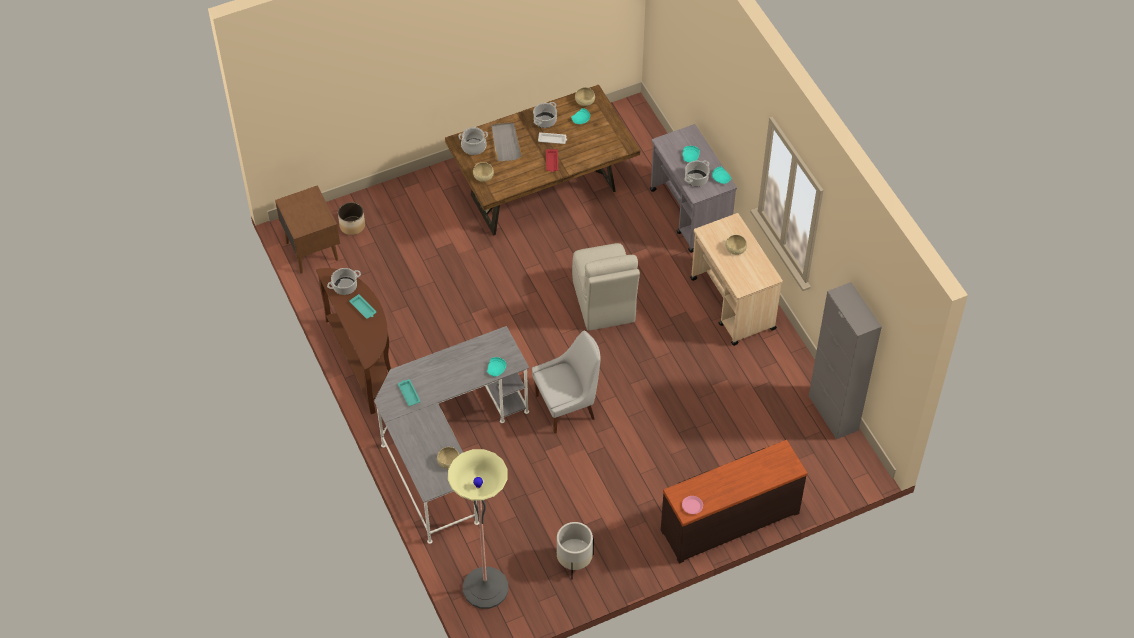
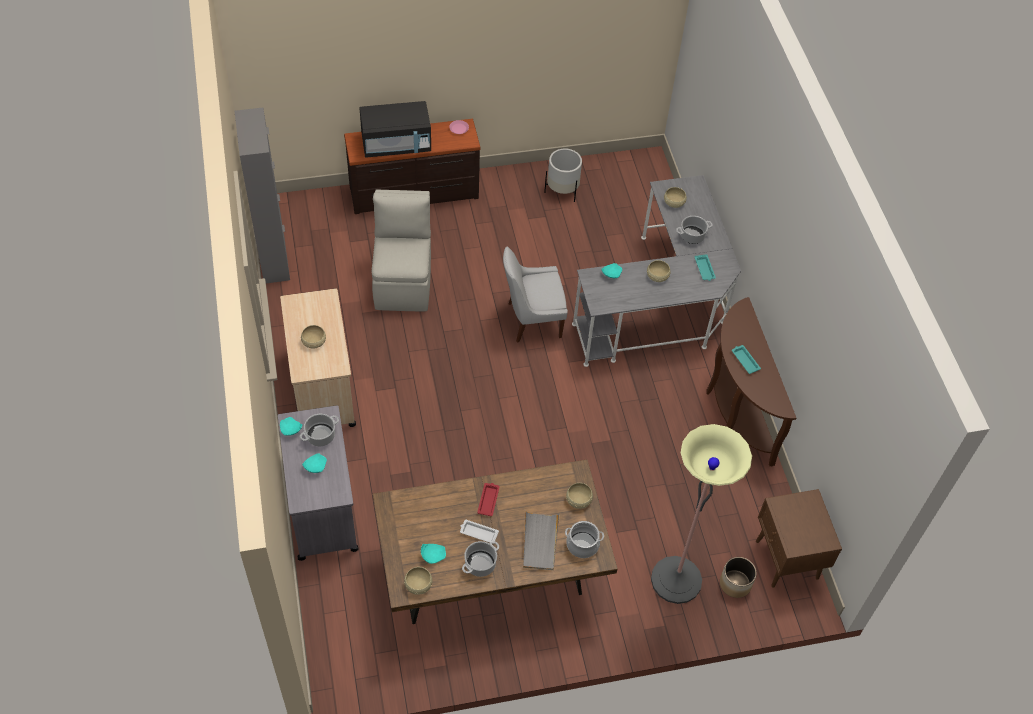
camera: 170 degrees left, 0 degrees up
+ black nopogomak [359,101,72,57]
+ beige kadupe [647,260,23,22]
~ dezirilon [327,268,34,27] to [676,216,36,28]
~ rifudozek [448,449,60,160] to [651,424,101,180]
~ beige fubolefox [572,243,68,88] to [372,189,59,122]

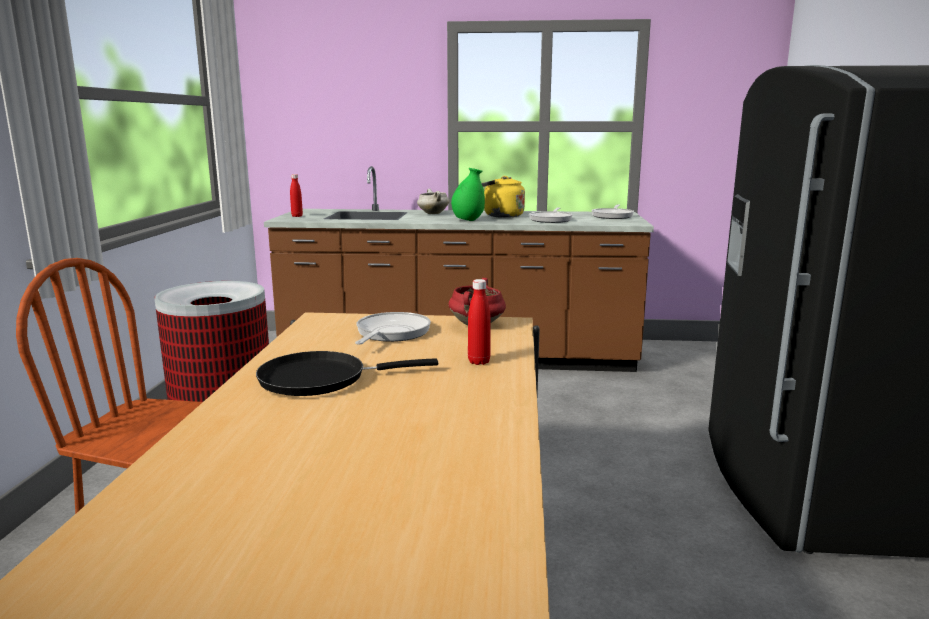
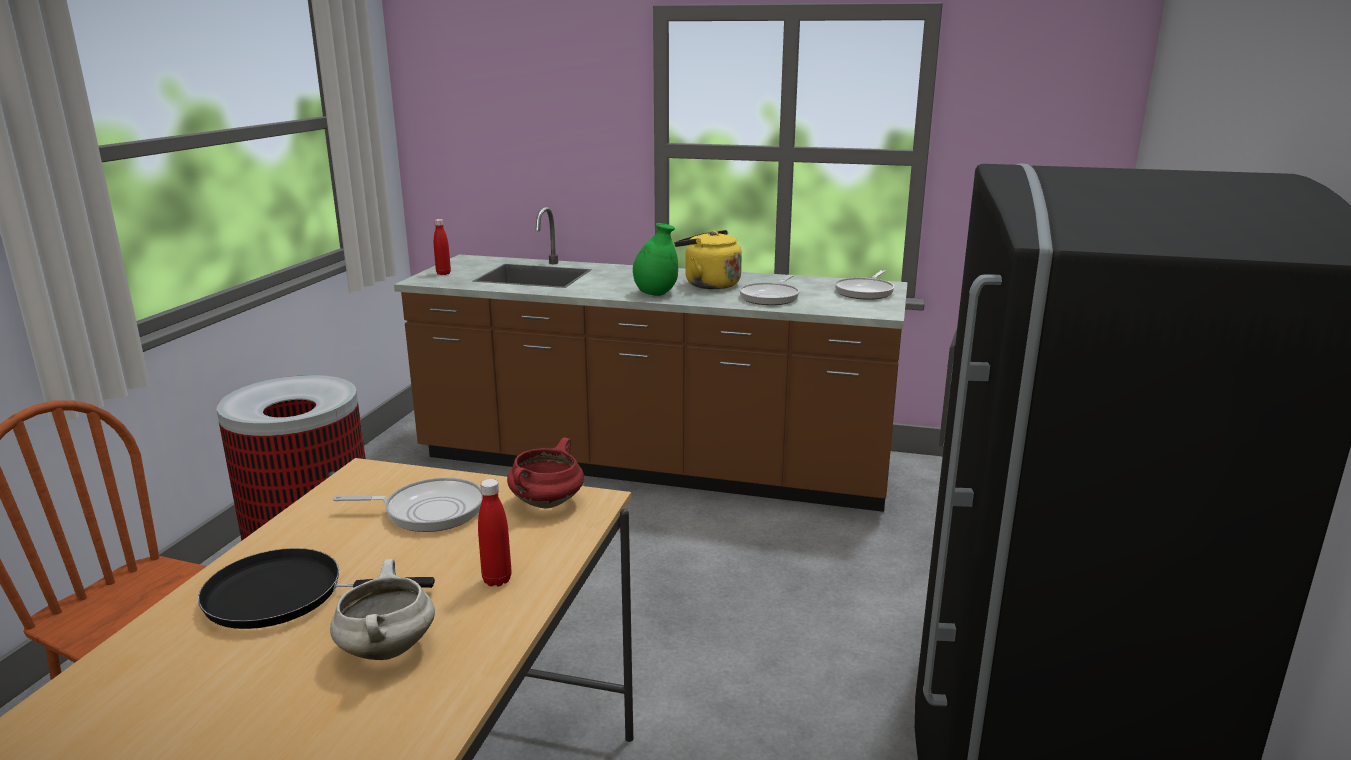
camera: 10 degrees right, 5 degrees up
~ white dezirilon [417,189,32,25] to [330,559,105,101]
~ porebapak [355,312,76,33] = [333,477,150,55] 60 degrees clockwise

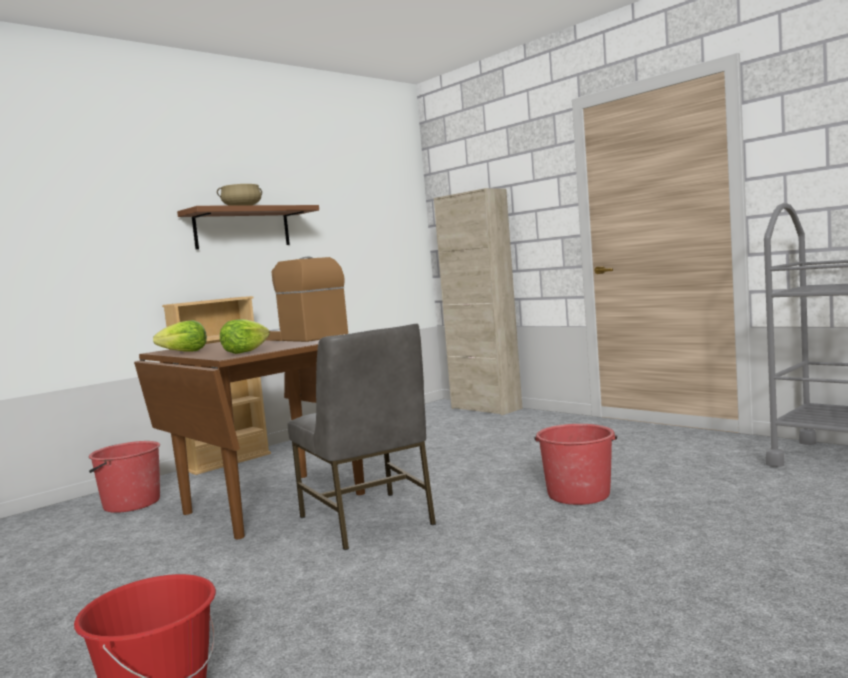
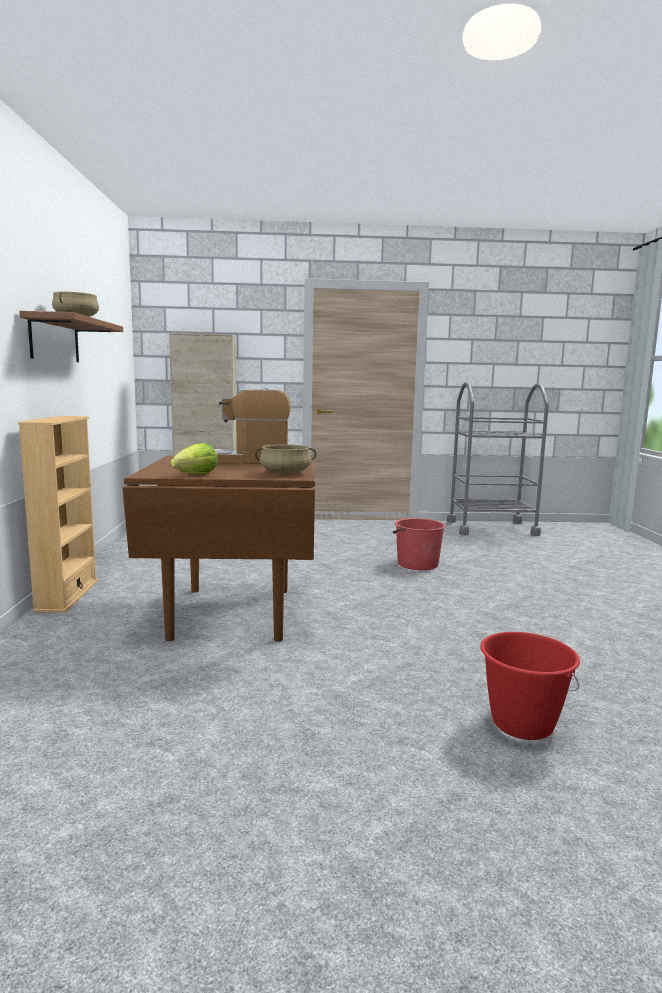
camera: 50 degrees left, 5 degrees up
- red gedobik [89,441,71,72]
- grey fubolefox [288,324,148,226]
~ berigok [220,319,50,35] to beige dezirilon [255,444,61,30]

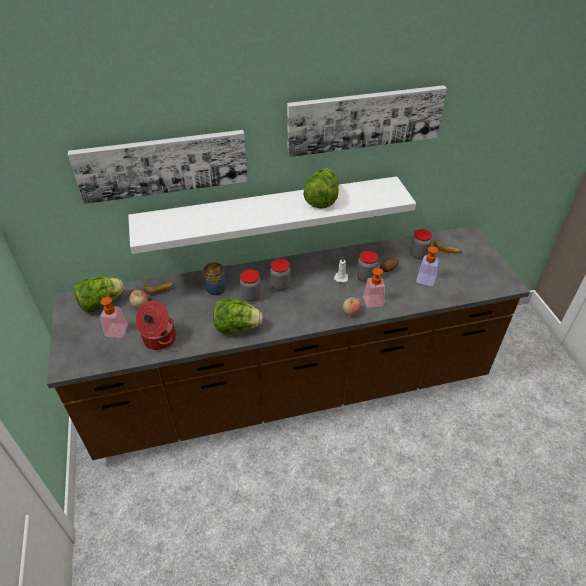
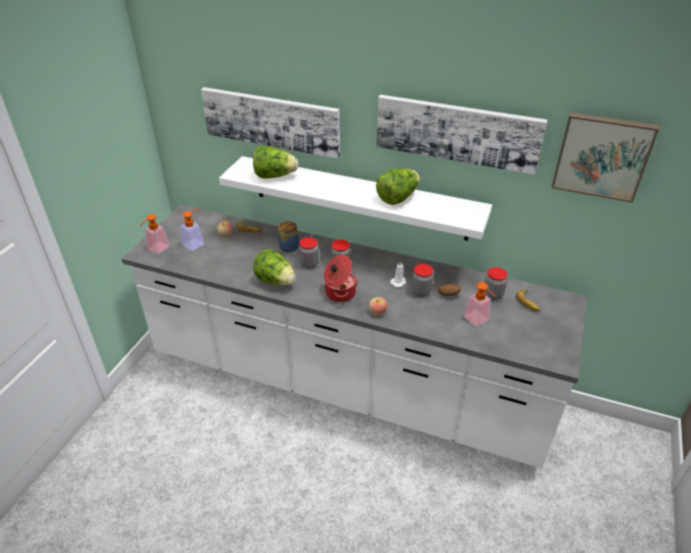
camera: 35 degrees right, 5 degrees down
+ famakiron [551,112,108,91]
~ berigok [74,277,50,35] to [253,146,45,33]
~ dezirilon [136,301,40,49] to [324,255,33,47]
~ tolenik [363,268,22,40] to [140,214,30,40]
~ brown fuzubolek [47,225,483,235] to white fuzubolek [121,204,466,265]

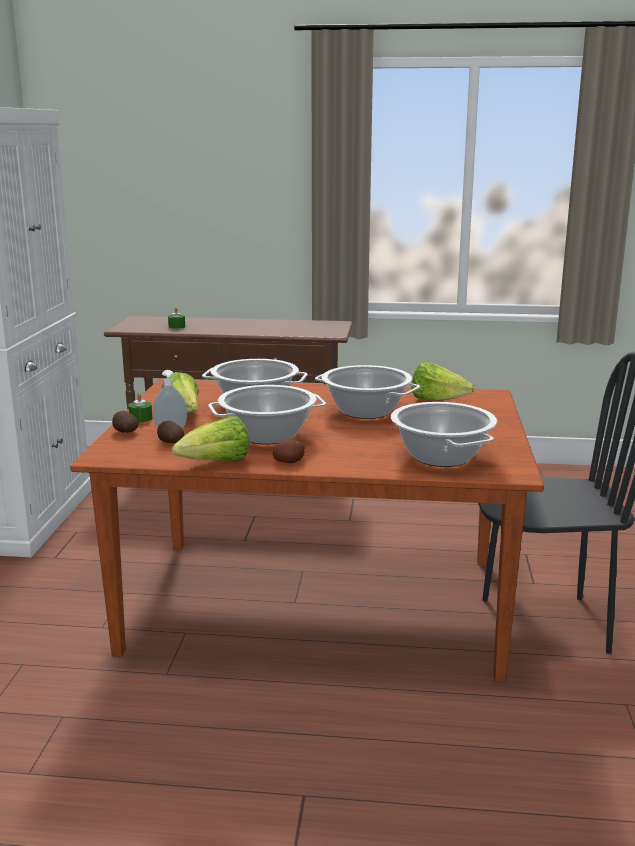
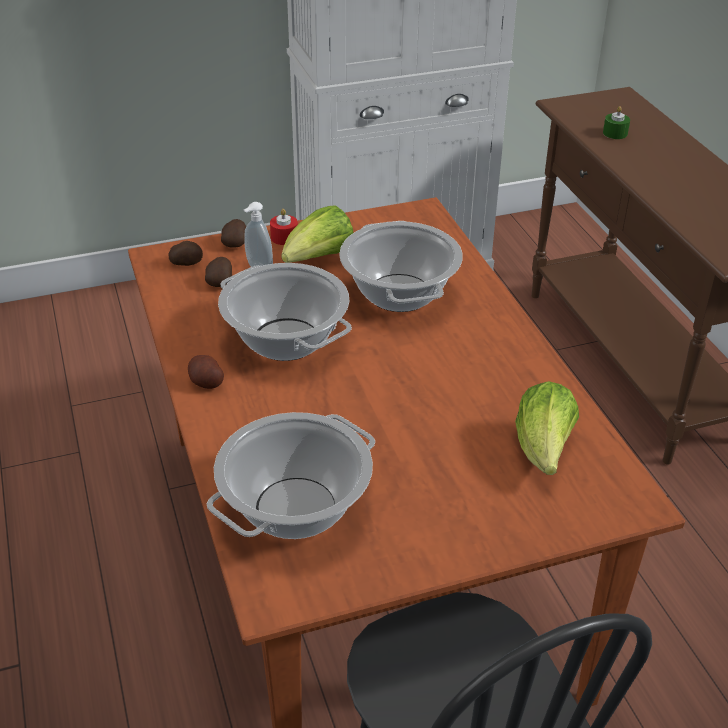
camera: 65 degrees right, 20 degrees up
- berigok [172,416,77,46]
- dezirilon [315,365,105,54]
+ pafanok [168,241,35,25]
~ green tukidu [128,393,25,30] to red tukidu [270,209,28,36]

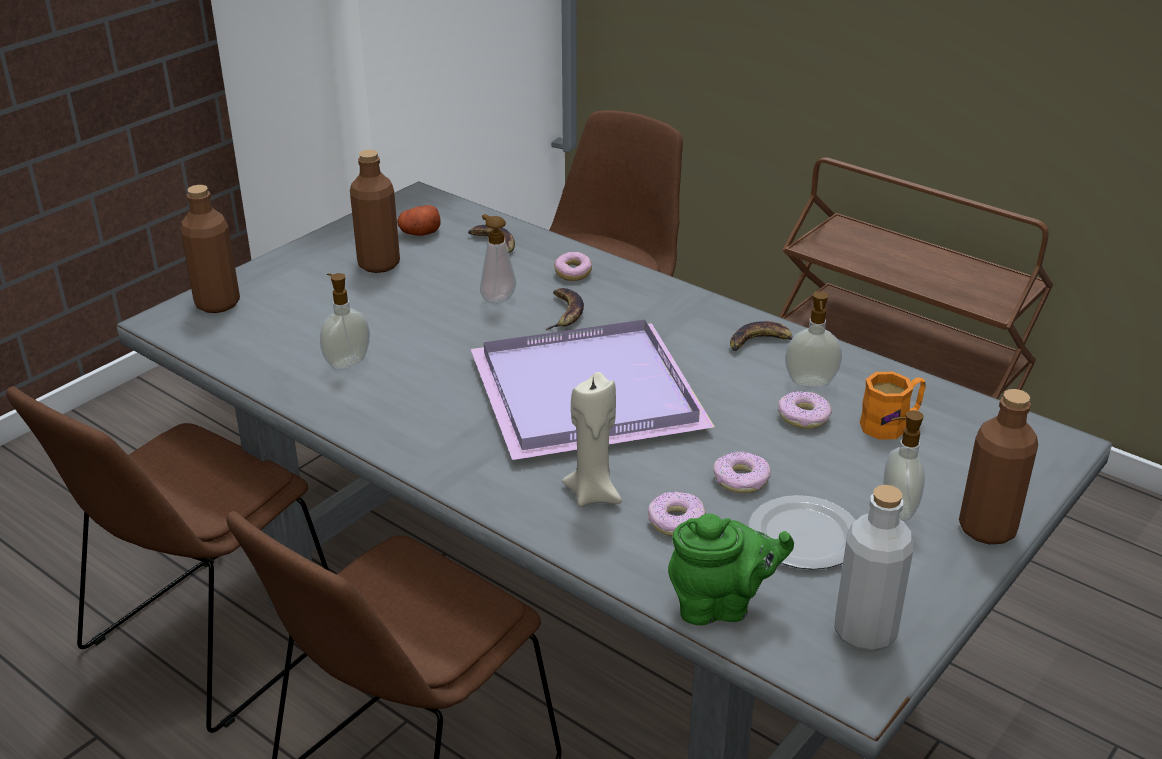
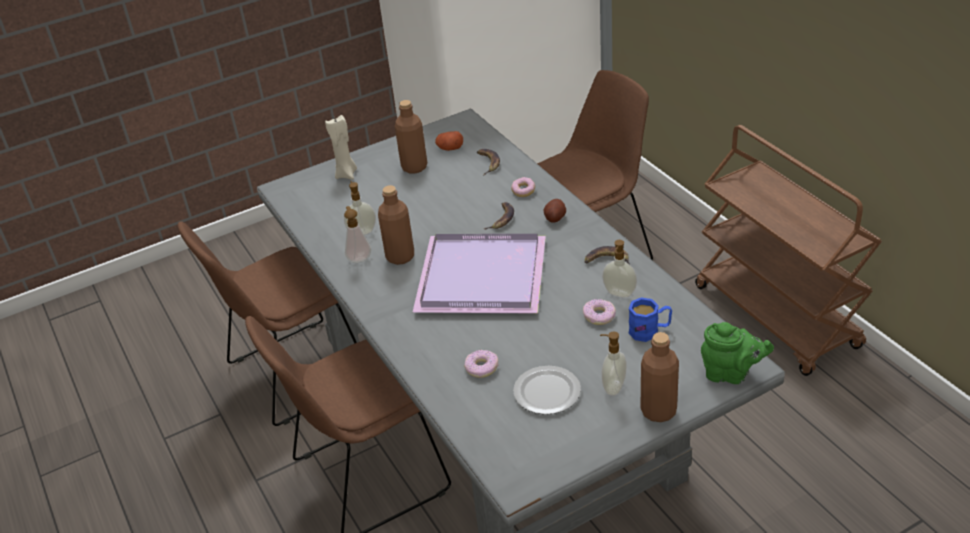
camera: 25 degrees right, 5 degrees up
- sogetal [713,451,58,42]
- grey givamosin [834,485,80,167]
+ pafanok [543,199,23,24]
~ brown givamosin [180,185,60,128] to [378,185,36,80]
~ tolenik [480,214,36,90] to [344,206,27,57]
~ beige tukidu [562,372,60,135] to [325,115,32,65]
~ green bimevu [668,513,126,112] to [701,322,73,62]
~ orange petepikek [860,372,66,68] to blue petepikek [629,297,43,45]

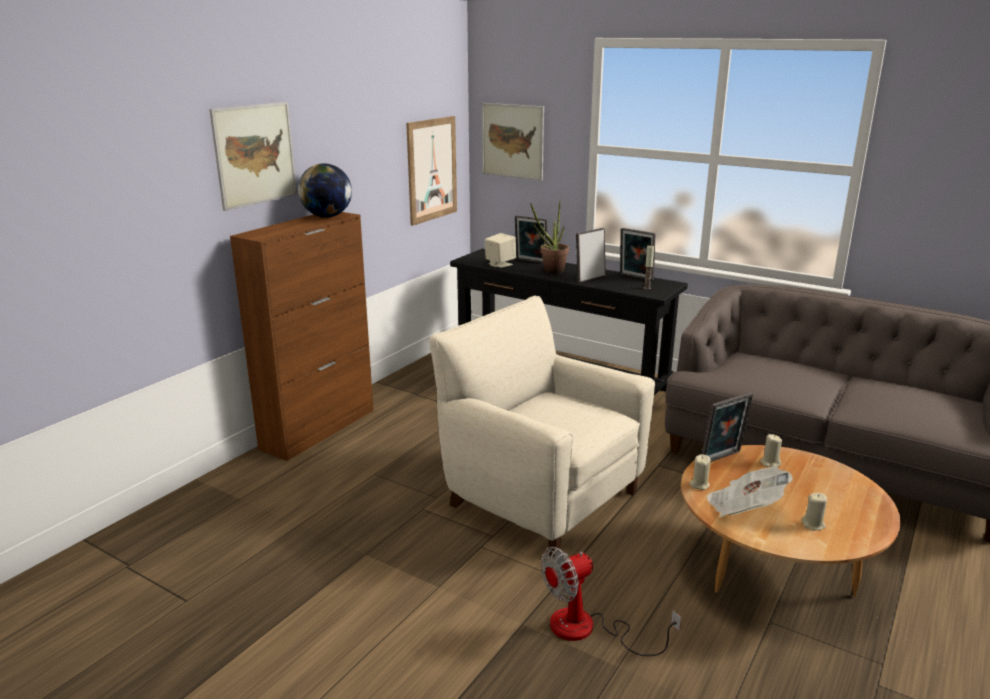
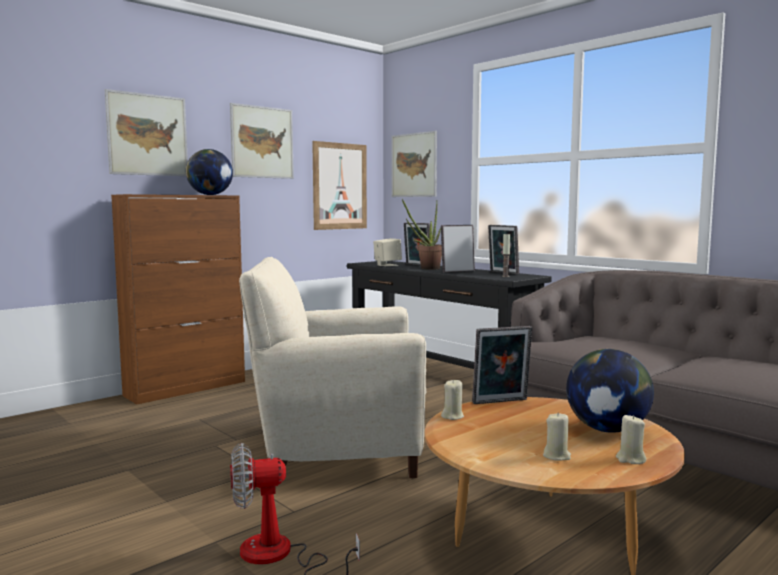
camera: 15 degrees right, 15 degrees down
- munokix [706,466,87,51]
+ famakiron [230,103,64,76]
+ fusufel [566,349,88,84]
~ beige tukidu [760,434,22,33] to [616,415,30,49]
~ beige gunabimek [430,296,225,261] = [239,257,188,221] 60 degrees counterclockwise

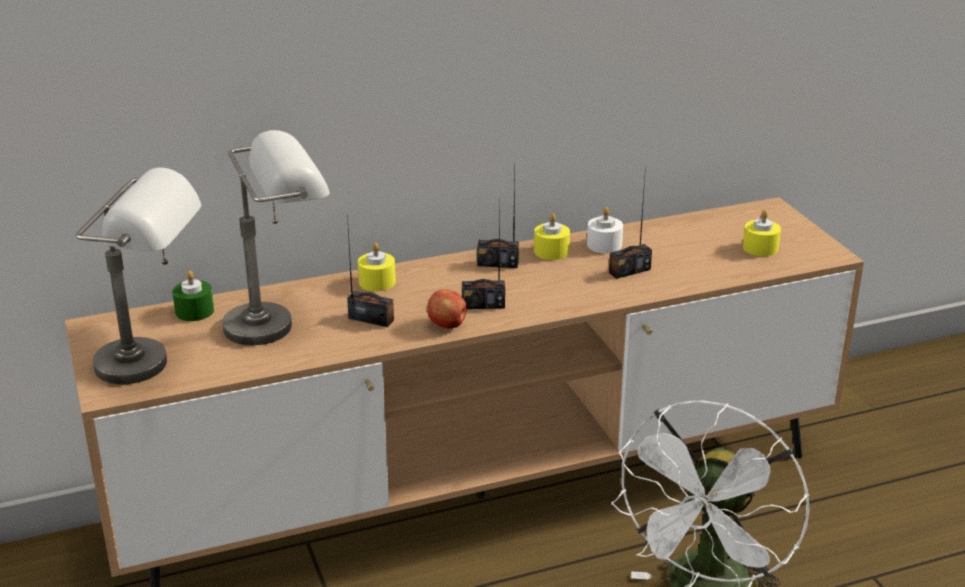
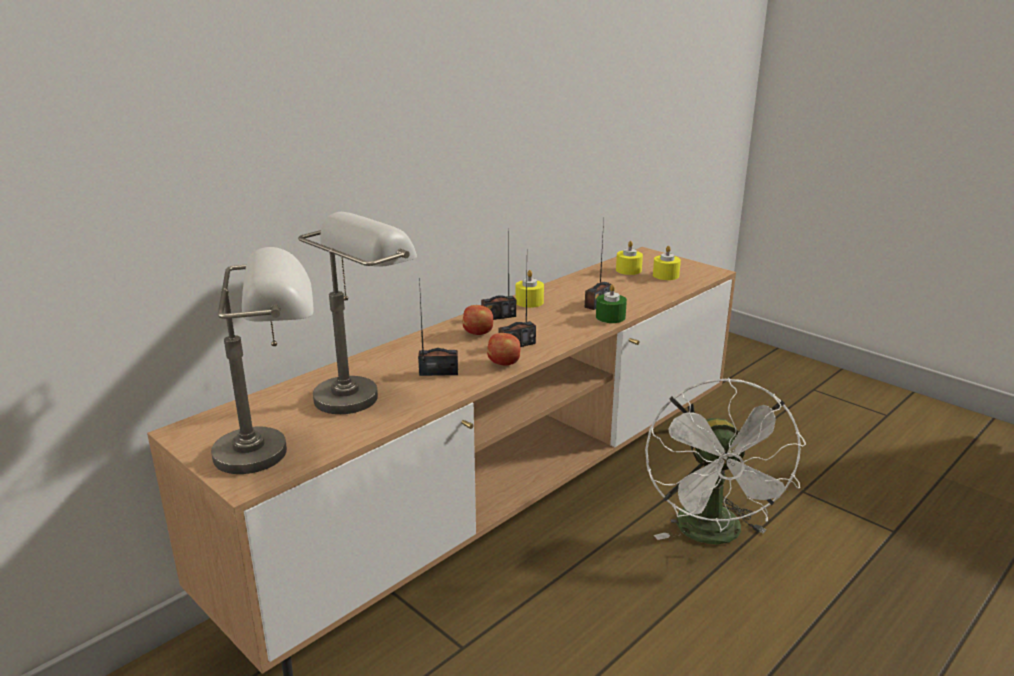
camera: 25 degrees left, 5 degrees down
- white tukidu [587,207,36,46]
+ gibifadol [463,305,30,30]
~ green tukidu [172,271,42,50] to [596,284,31,39]
~ yellow tukidu [358,243,38,48] to [616,241,27,34]

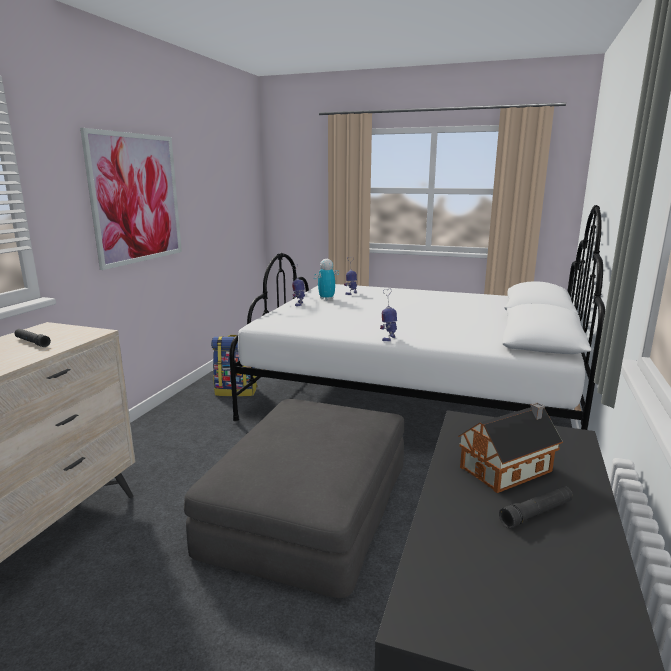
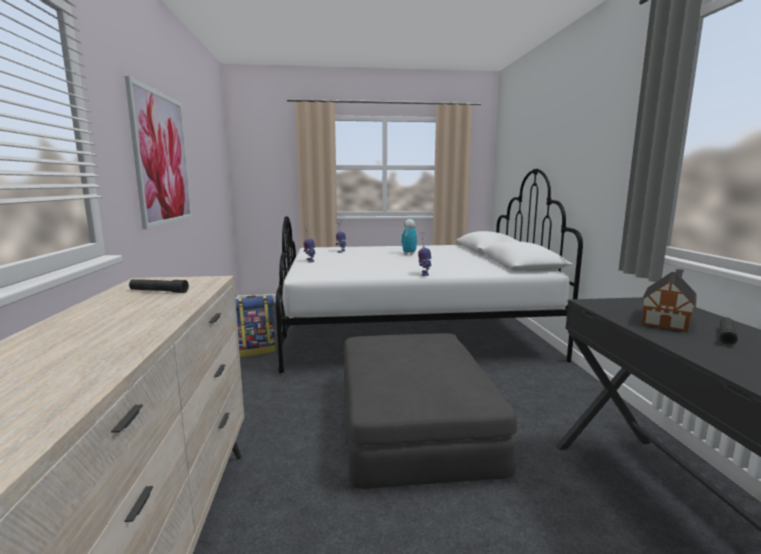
camera: 25 degrees left, 5 degrees down
~ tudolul [314,259,25,41] to [401,219,16,36]

